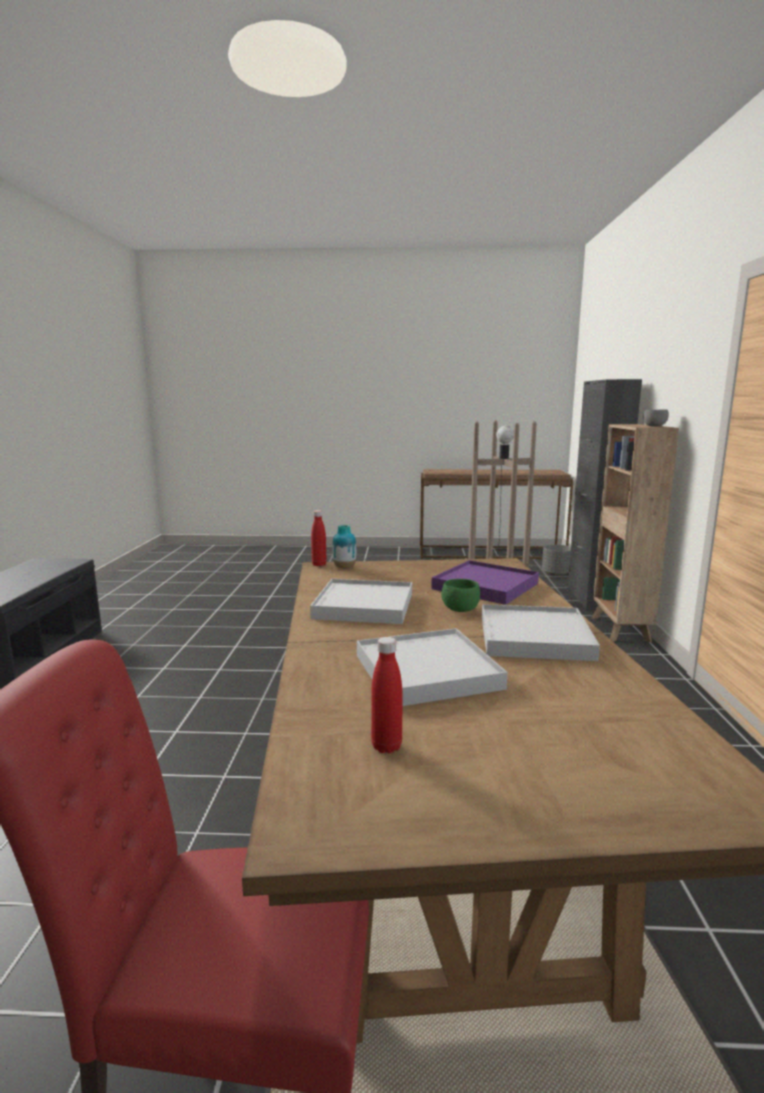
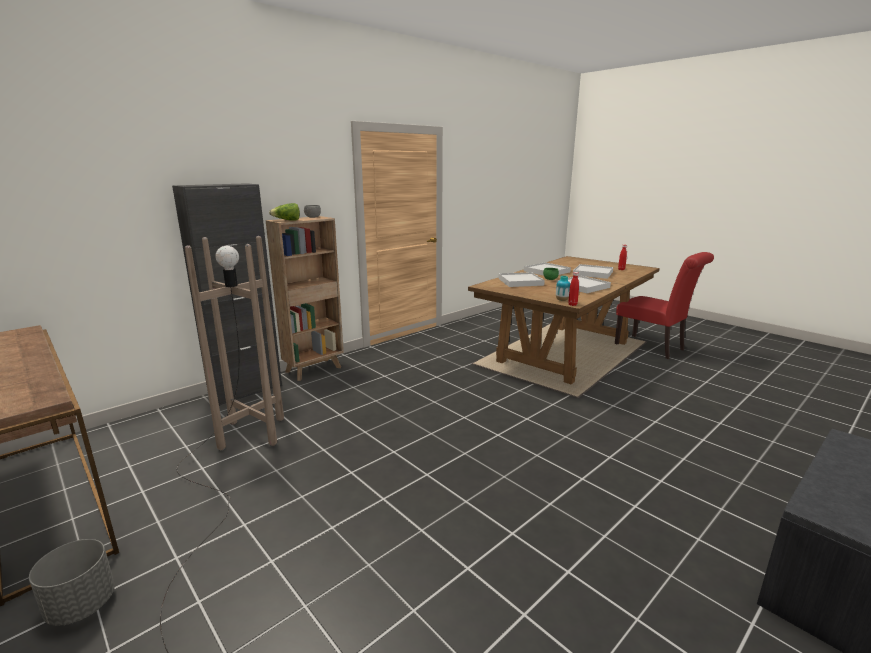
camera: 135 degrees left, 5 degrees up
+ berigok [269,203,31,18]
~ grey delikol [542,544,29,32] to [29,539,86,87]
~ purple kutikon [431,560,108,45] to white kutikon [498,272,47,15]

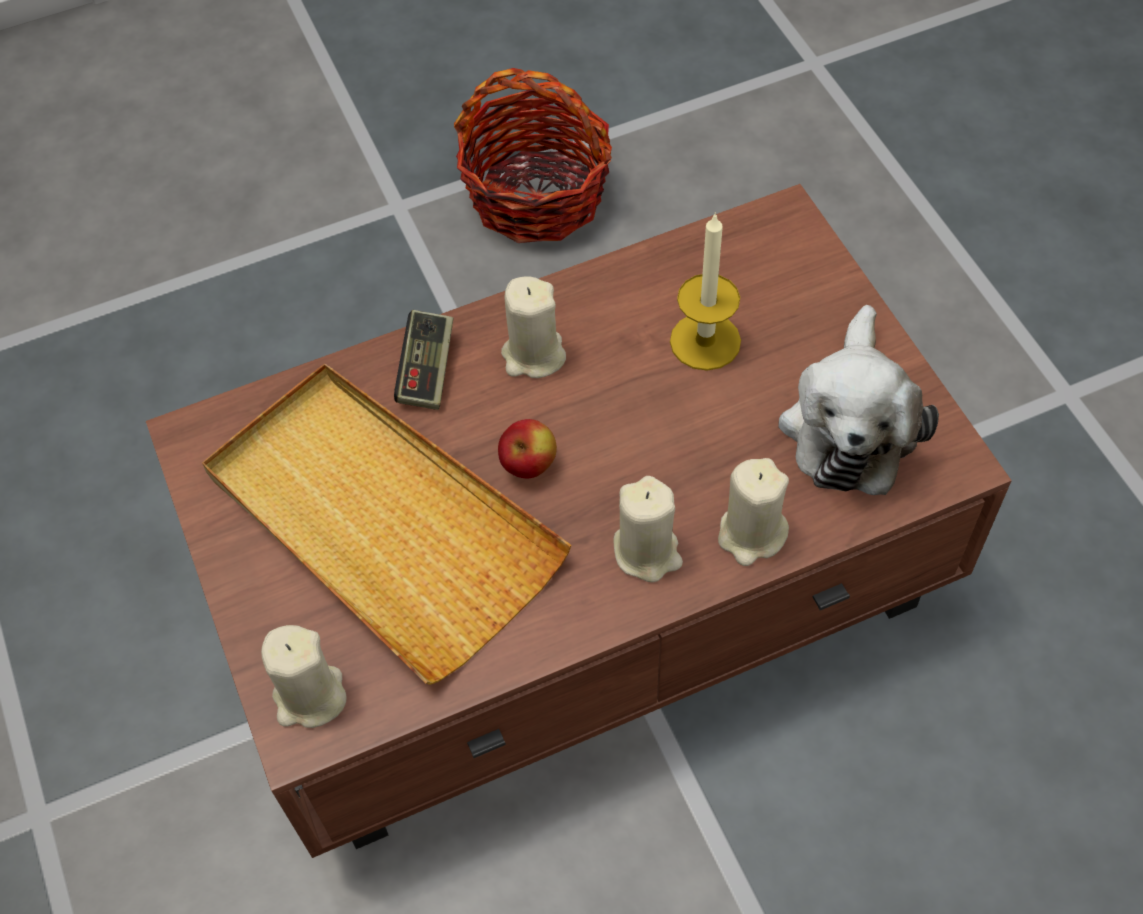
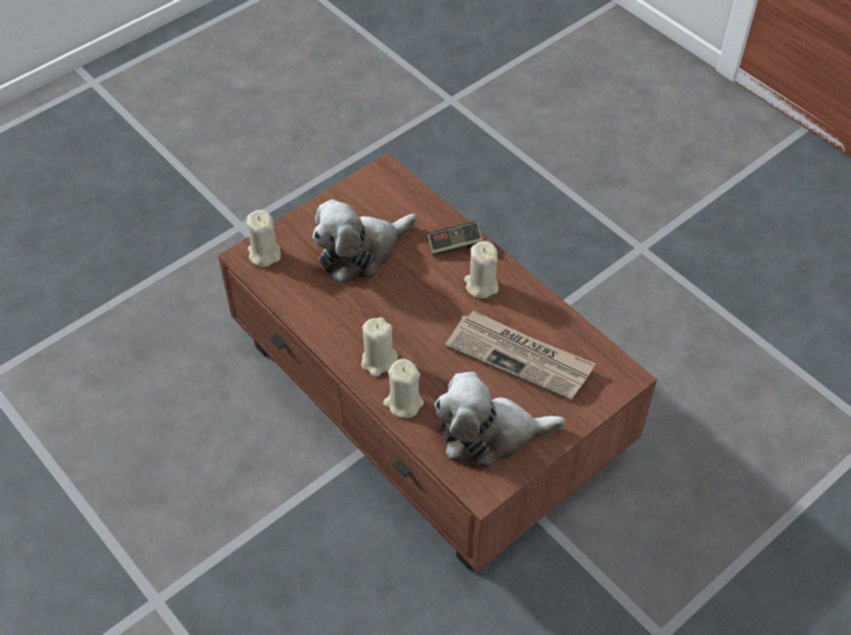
camera: 70 degrees right, 5 degrees down
- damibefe [454,68,158,175]
- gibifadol [498,419,59,59]
~ beige kutikon [202,364,369,321] to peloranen [312,199,105,85]
~ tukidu [670,212,71,158] to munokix [445,311,151,90]

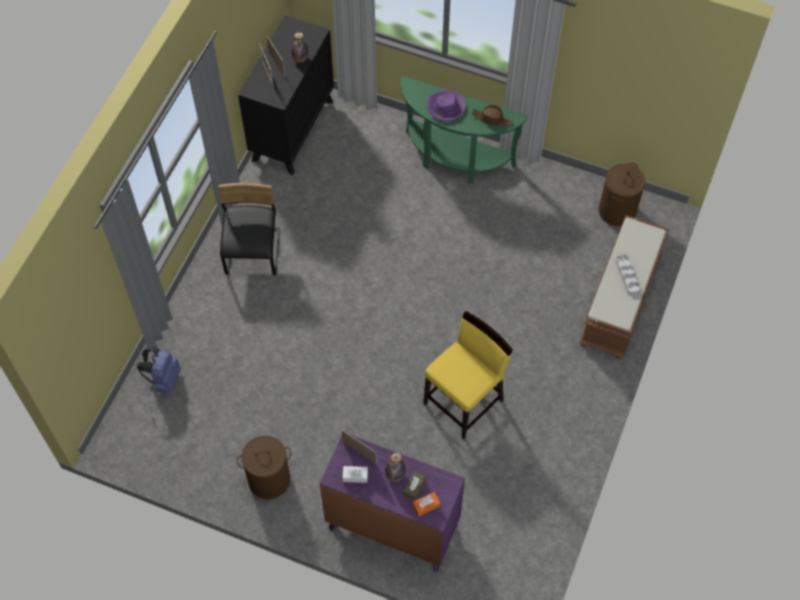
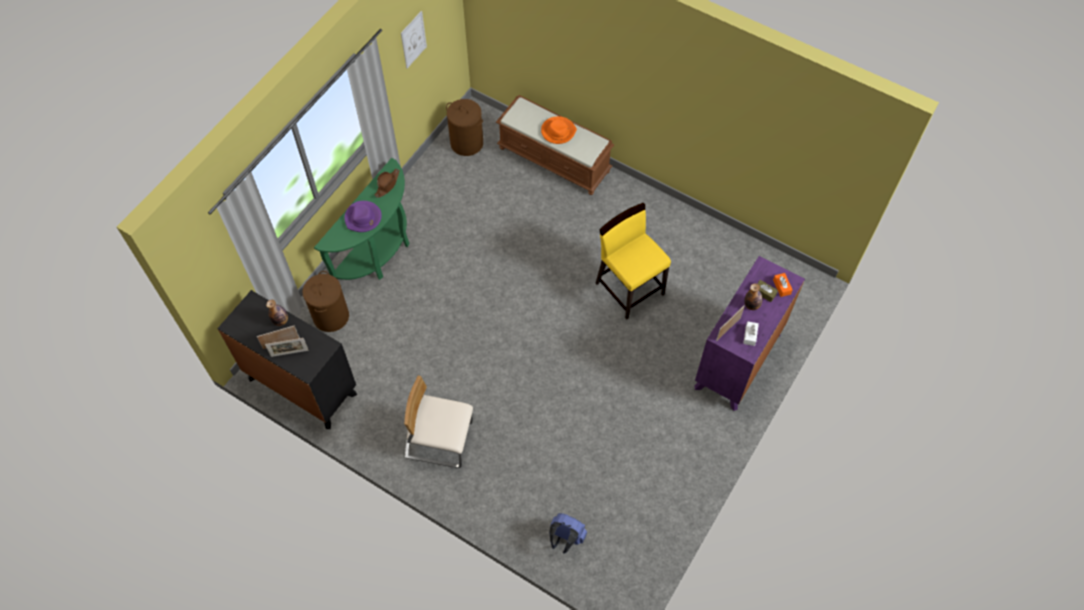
camera: 80 degrees left, 0 degrees up
+ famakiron [401,11,26,57]
~ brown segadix [237,436,54,63] to [303,271,46,61]
~ grey kutikon [616,255,24,40] to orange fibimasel [541,116,36,28]
~ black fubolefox [218,183,62,92] to beige fubolefox [404,376,69,92]

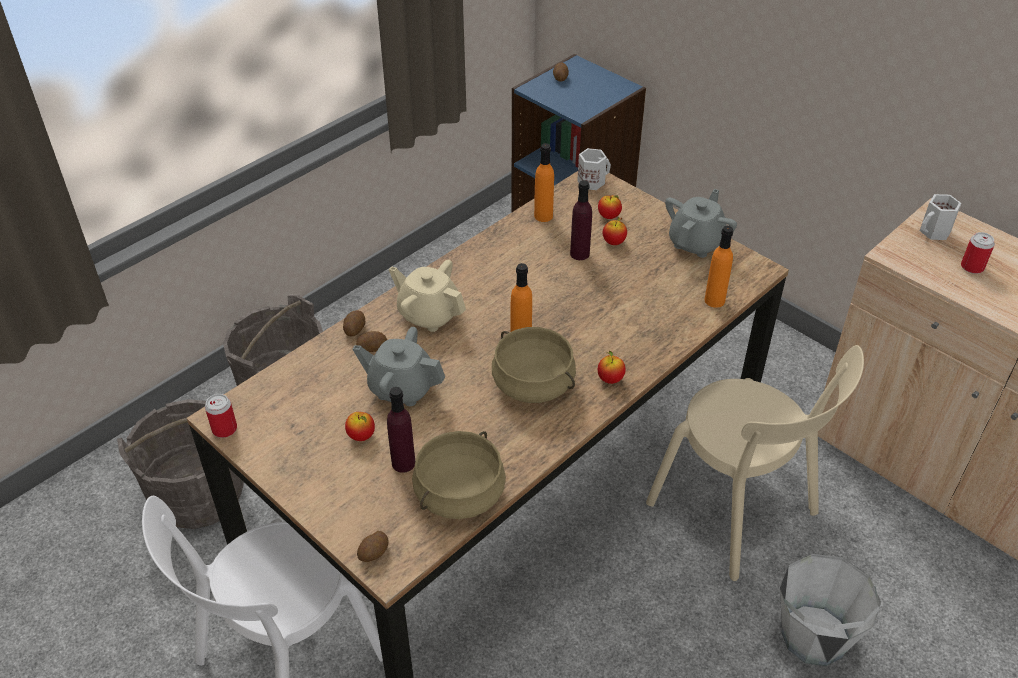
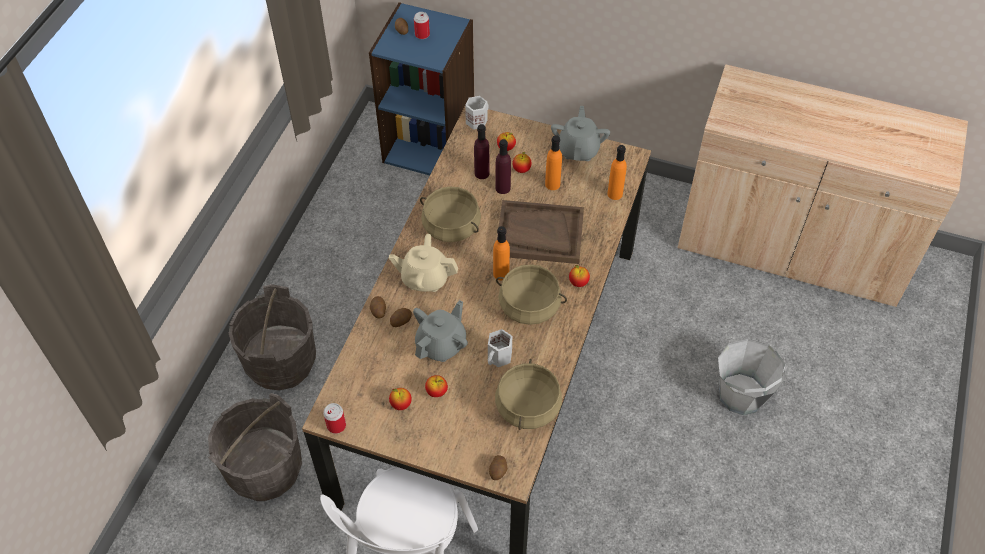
camera: 25 degrees left, 10 degrees up
- beige fubolefox [646,345,218,236]
+ gibifadol [389,388,23,22]
+ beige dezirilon [420,187,61,55]
+ brown kutikon [497,200,87,64]
~ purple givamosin [387,387,28,86] to [474,124,16,55]
~ orange givamosin [534,143,20,79] to [545,135,17,55]
~ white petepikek [920,194,41,46] to [488,329,24,38]
~ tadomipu [961,232,34,42] to [414,12,16,27]
~ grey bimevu [353,327,92,79] = [413,300,55,62] 135 degrees clockwise

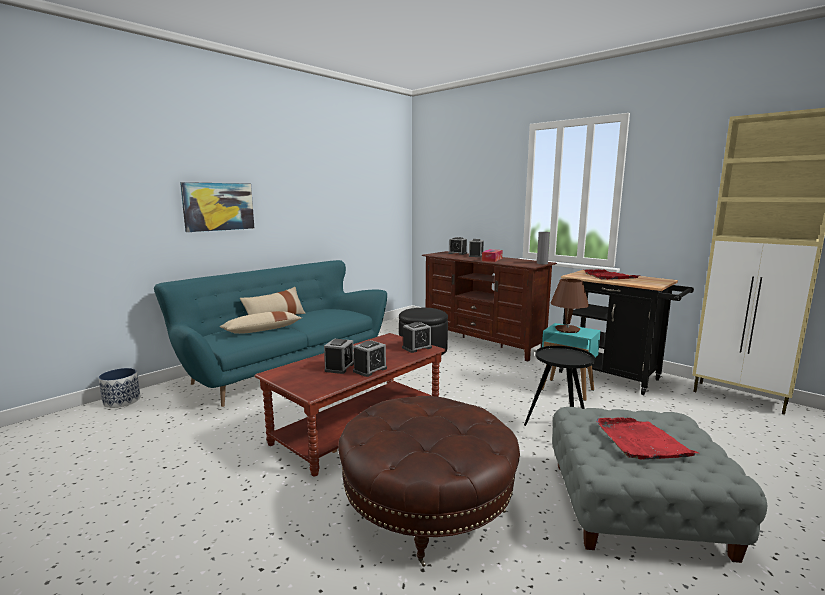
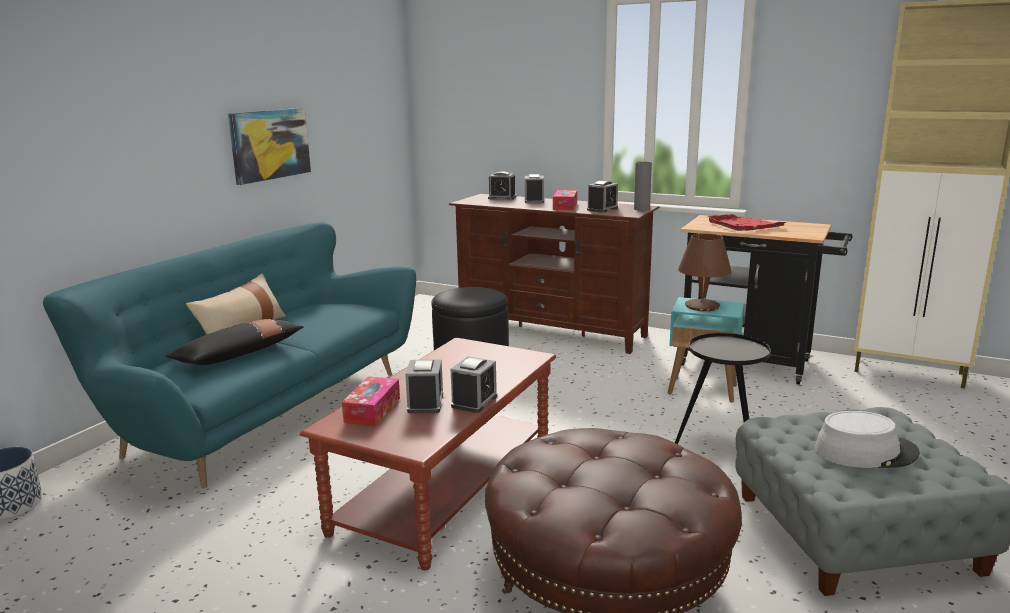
camera: 15 degrees left, 5 degrees up
+ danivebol [342,376,58,50]
~ famakiron [180,182,74,50] to [228,108,83,77]
~ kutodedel [402,322,30,31] to [587,181,31,32]
~ red kutikon [596,417,102,43] to grey fibimasel [815,411,105,57]
~ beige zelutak [220,311,82,23] to black zelutak [166,319,138,46]

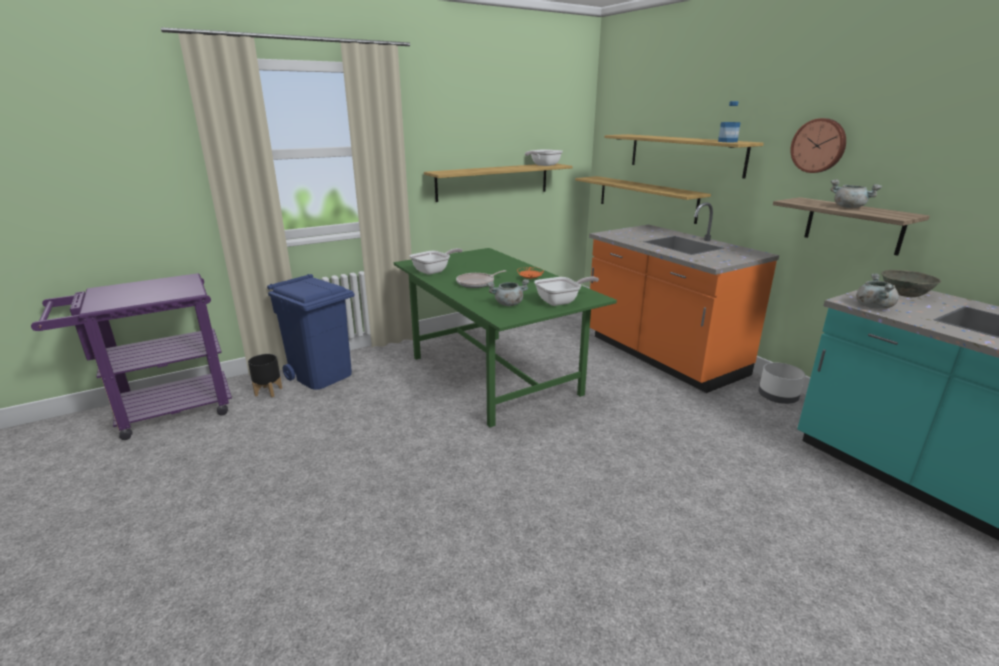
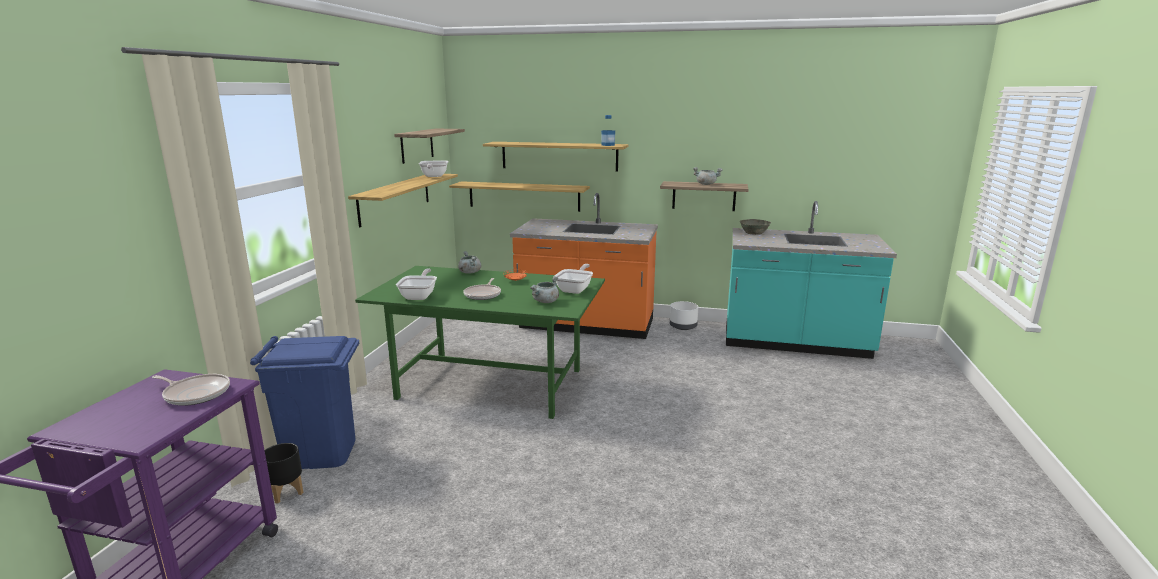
camera: 45 degrees left, 5 degrees down
- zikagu [790,118,56,55]
+ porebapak [152,374,78,32]
+ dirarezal [394,129,71,35]
~ grey dezirilon [856,274,43,35] to [458,251,24,23]

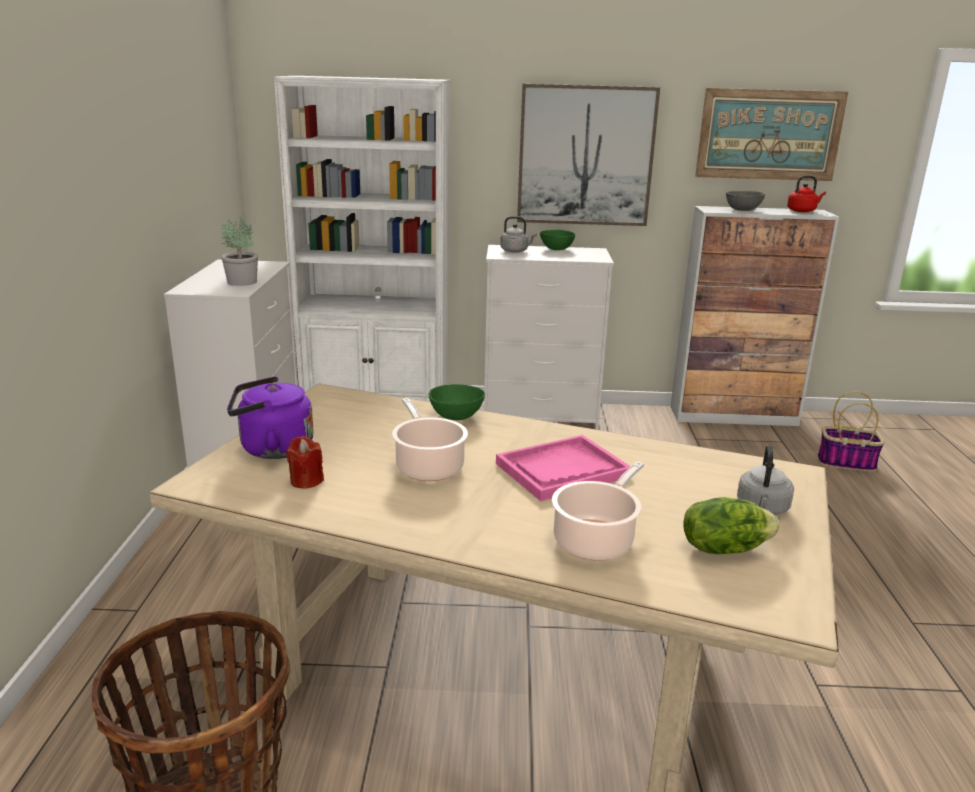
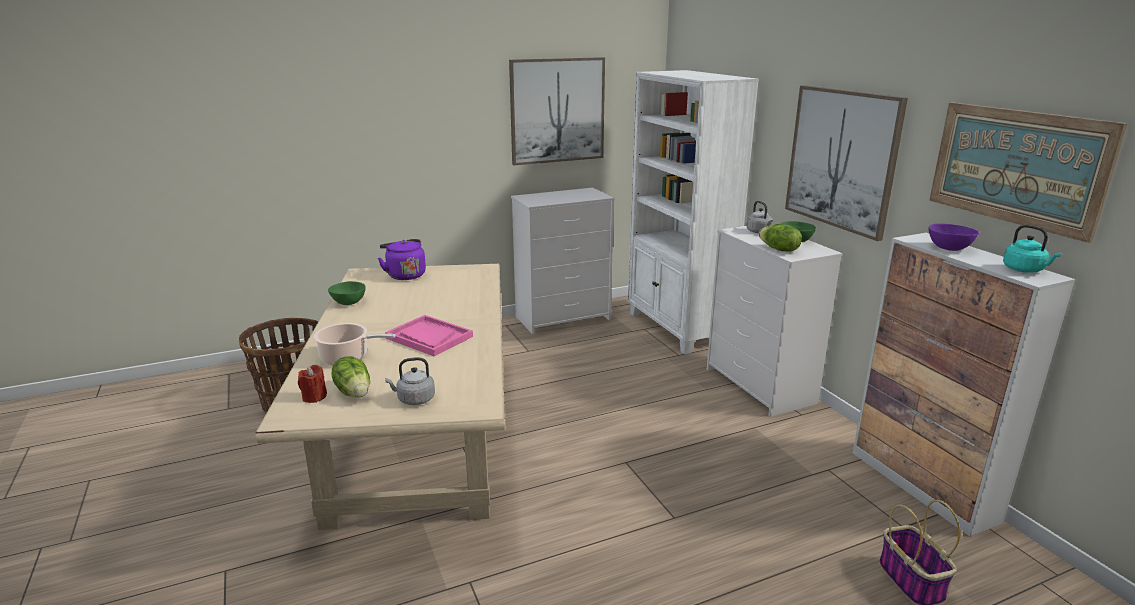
camera: 65 degrees right, 0 degrees up
- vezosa [221,217,37,69]
- dezirilon [392,398,76,83]
+ famakiron [509,57,96,108]
+ berigok [759,224,43,27]
~ red tukidu [286,436,38,53] to [298,365,29,38]
~ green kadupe [429,384,56,36] to [328,281,38,24]
~ grey kadupe [726,191,39,20] to purple kadupe [928,223,51,28]
~ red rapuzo [787,175,39,37] to turquoise rapuzo [1003,225,58,48]

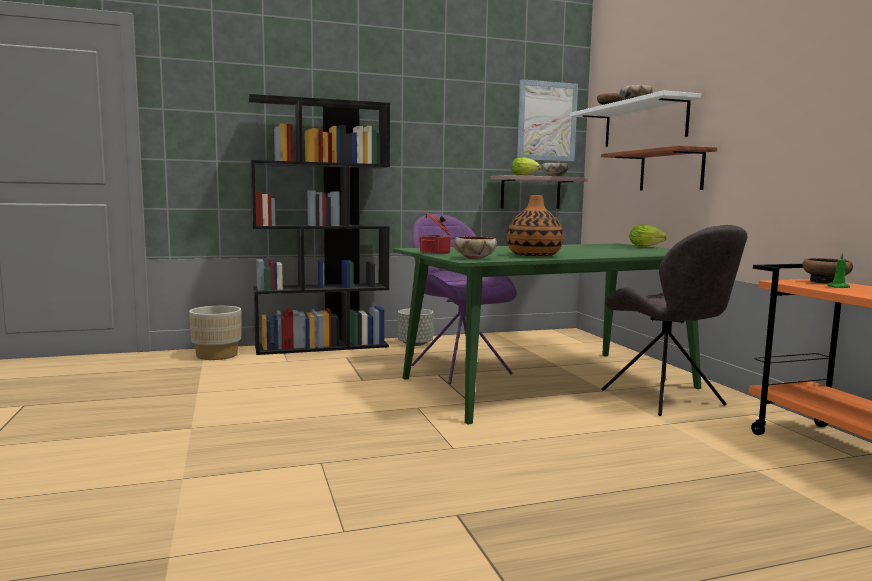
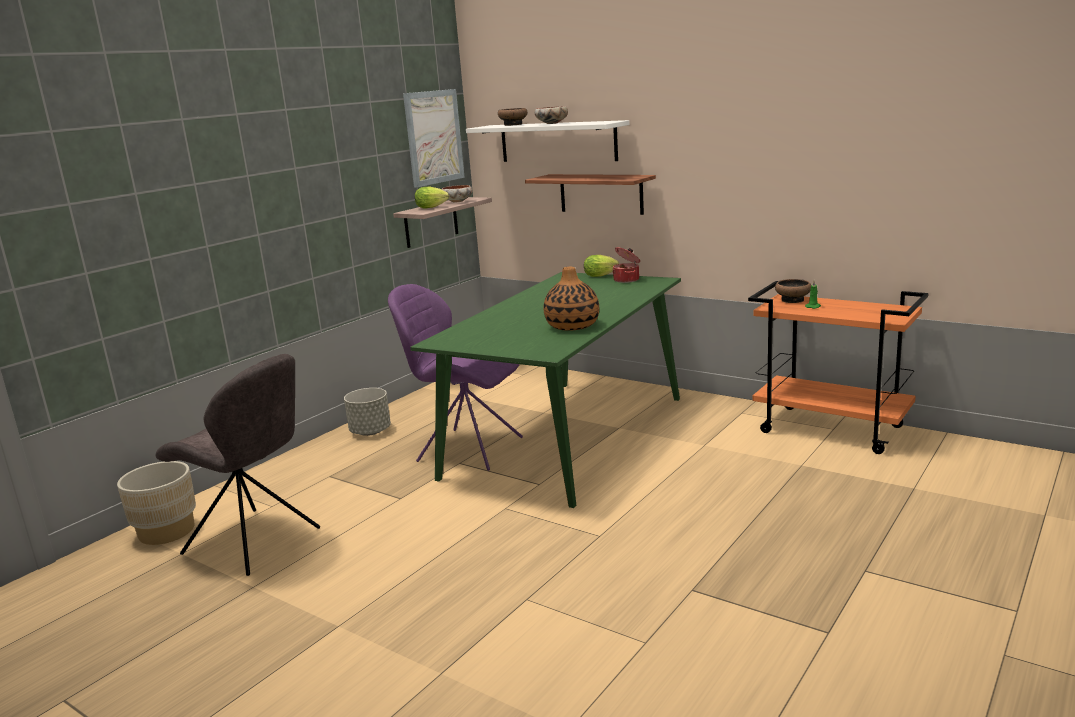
camera: 35 degrees left, 10 degrees up
- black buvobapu [248,94,142,261]
- kadupe [454,236,43,24]
~ dezirilon [419,212,32,42] to [612,247,28,36]
~ grey fubolefox [602,225,146,191] to [156,354,164,222]

